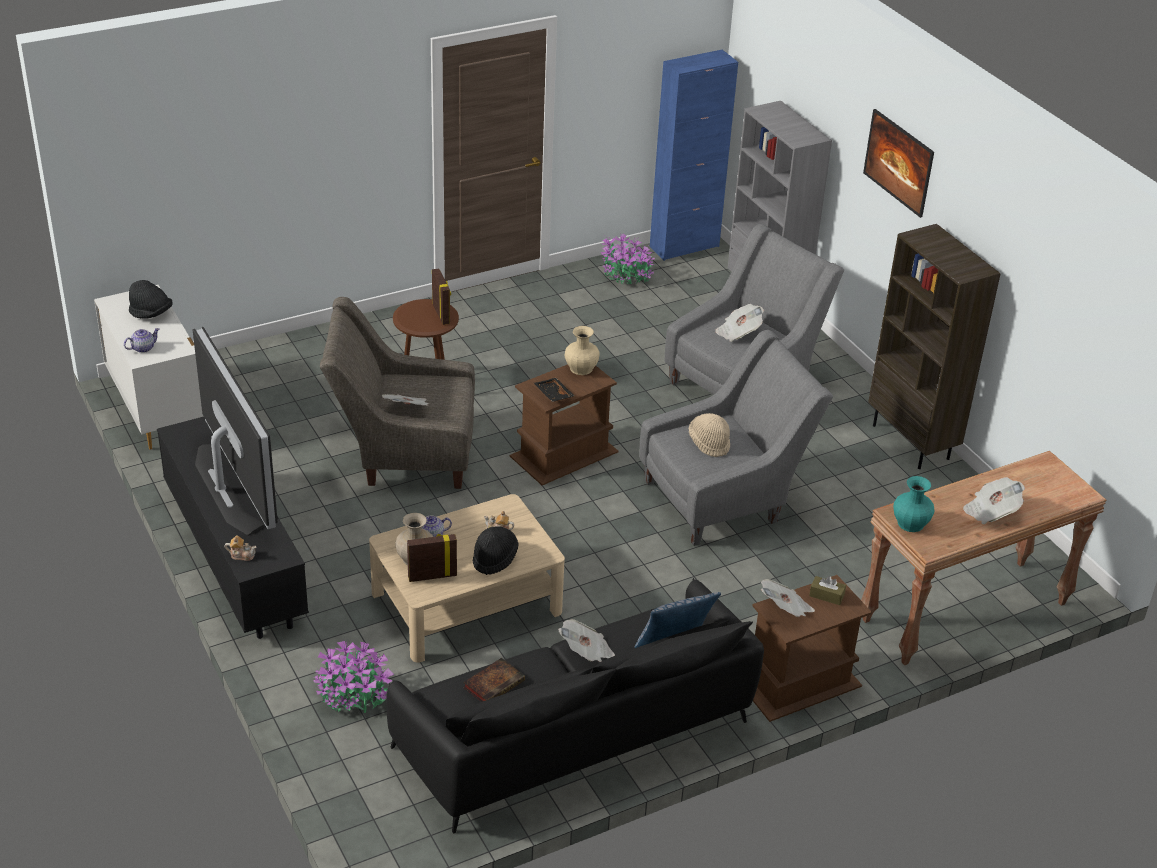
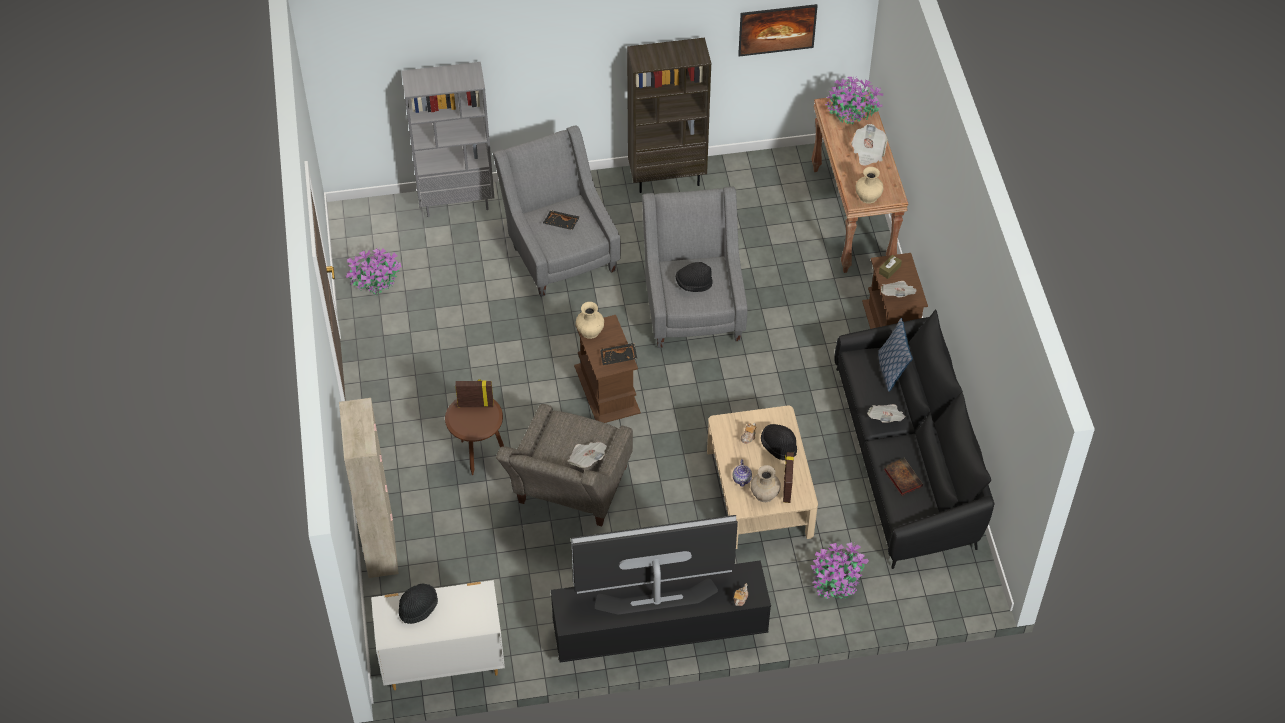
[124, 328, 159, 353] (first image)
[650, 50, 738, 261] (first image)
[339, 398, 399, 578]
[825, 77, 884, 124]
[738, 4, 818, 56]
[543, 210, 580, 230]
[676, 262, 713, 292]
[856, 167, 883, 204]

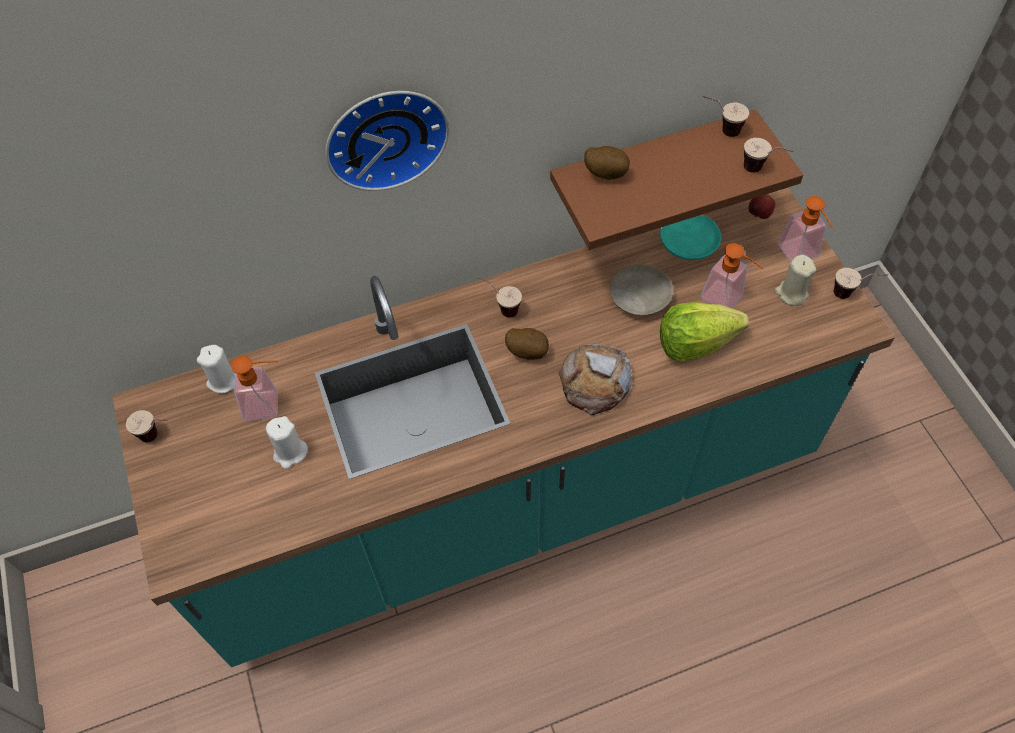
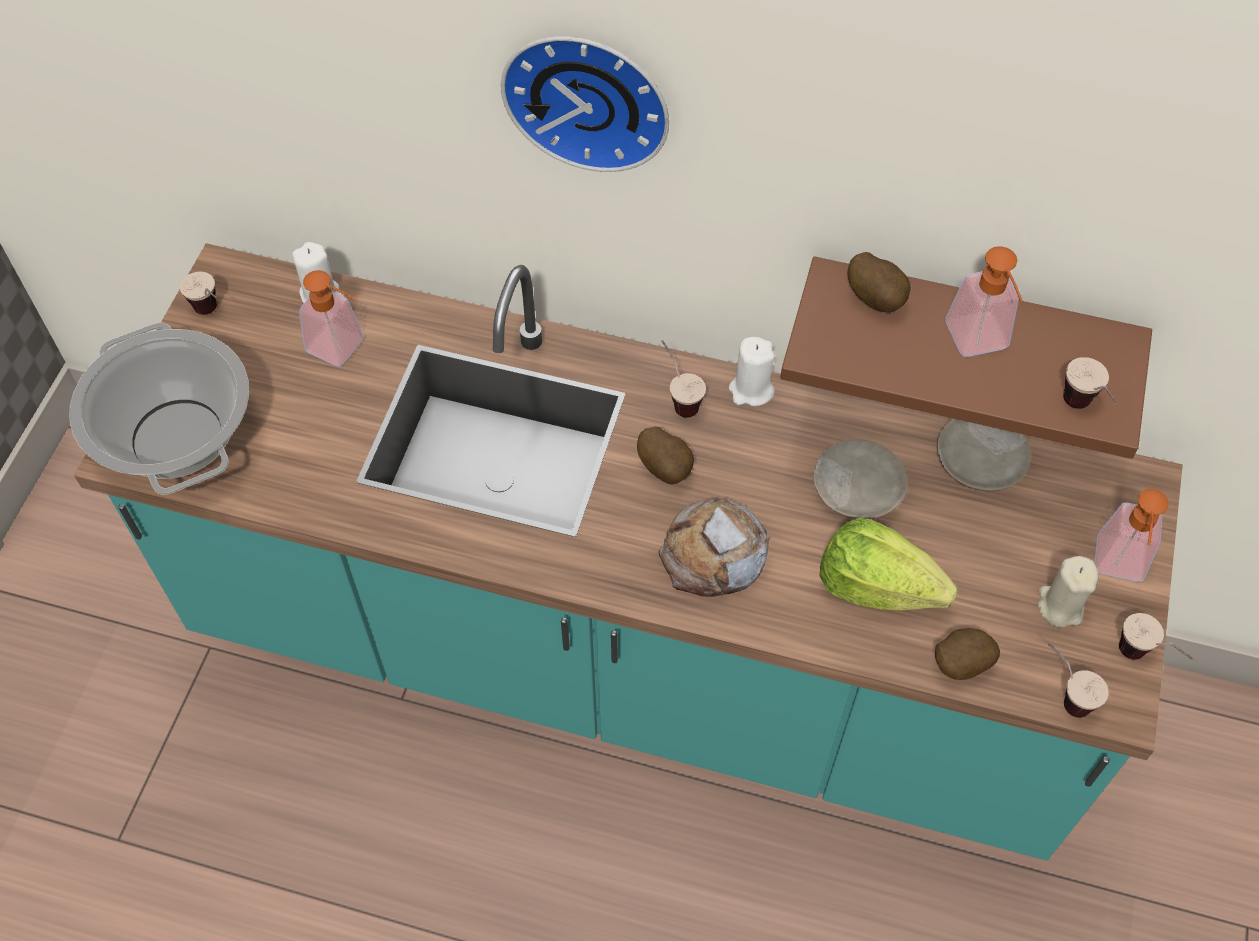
[748, 194, 775, 219] (first image)
[69, 322, 249, 495]
[935, 628, 1000, 680]
[729, 337, 775, 406]
[946, 246, 1023, 357]
[1048, 643, 1108, 718]
[937, 419, 1031, 491]

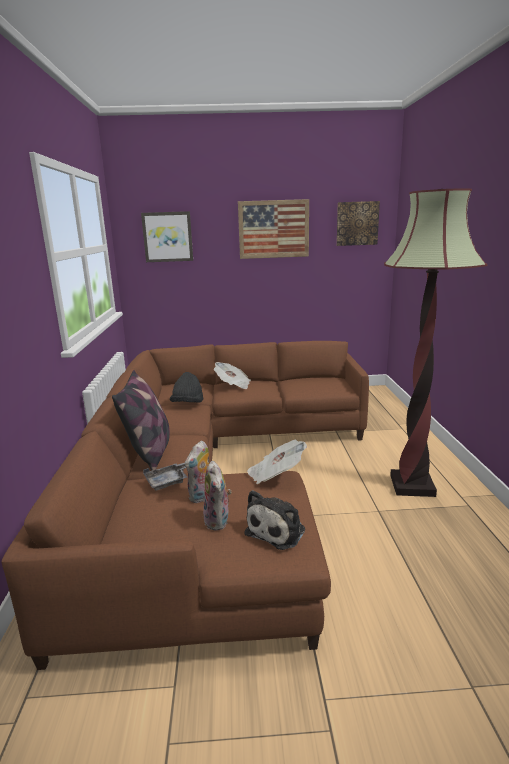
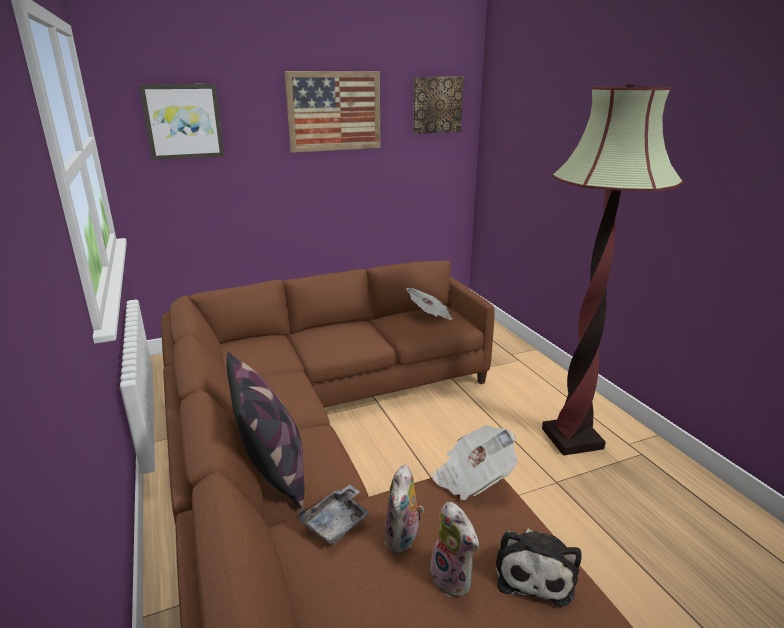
[170, 372, 203, 403] (first image)
[406, 288, 453, 320]

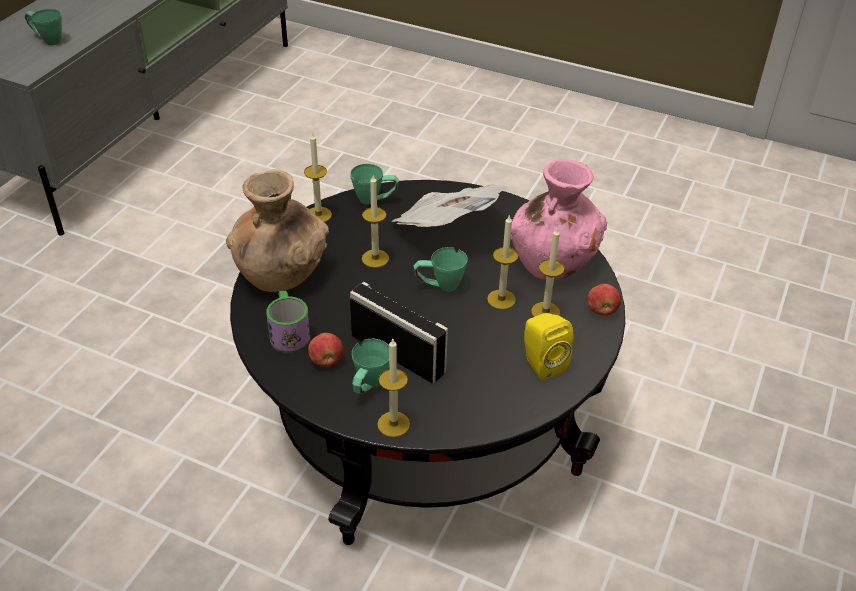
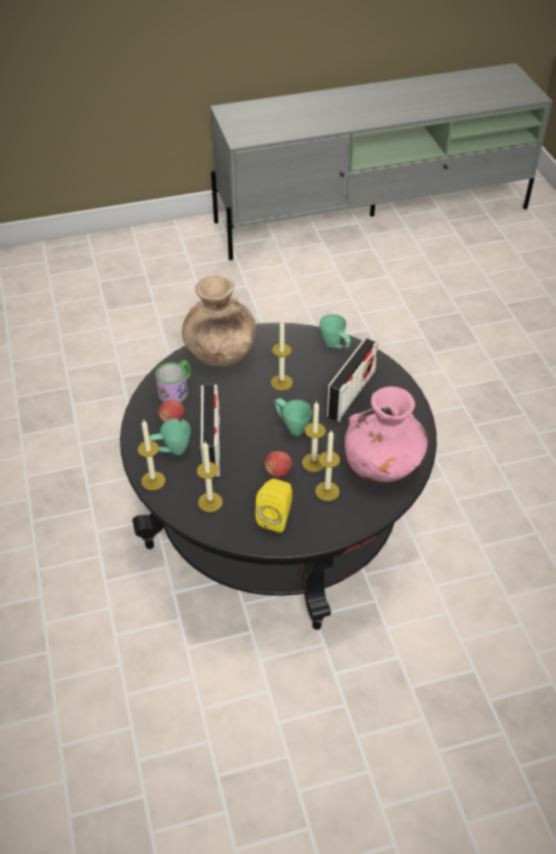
[25, 9, 62, 45] (first image)
[197, 442, 223, 512]
[264, 451, 292, 477]
[326, 338, 378, 422]

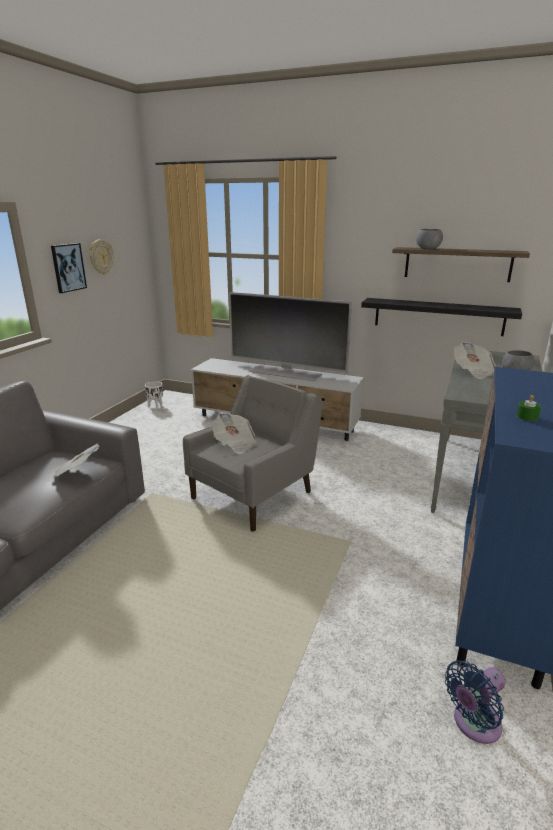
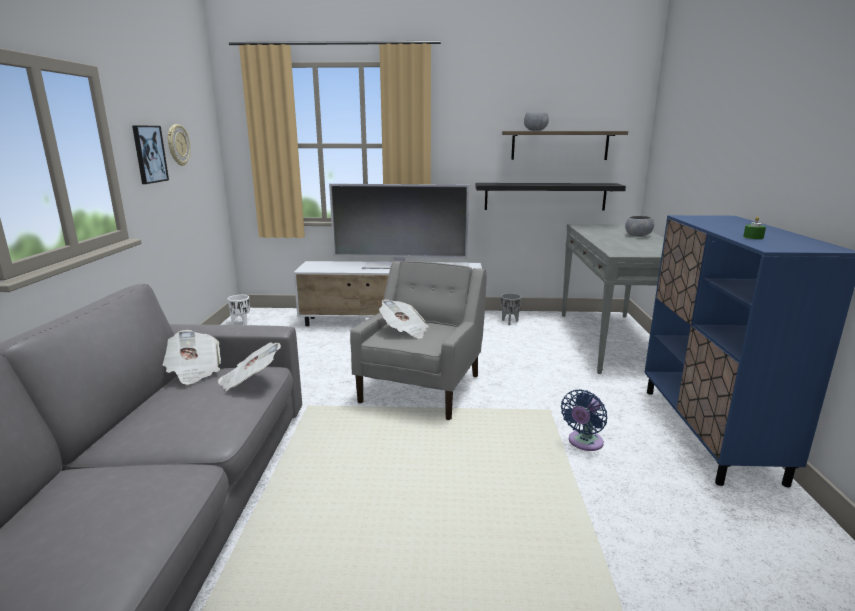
[501, 293, 521, 325]
[561, 389, 607, 451]
[163, 330, 221, 385]

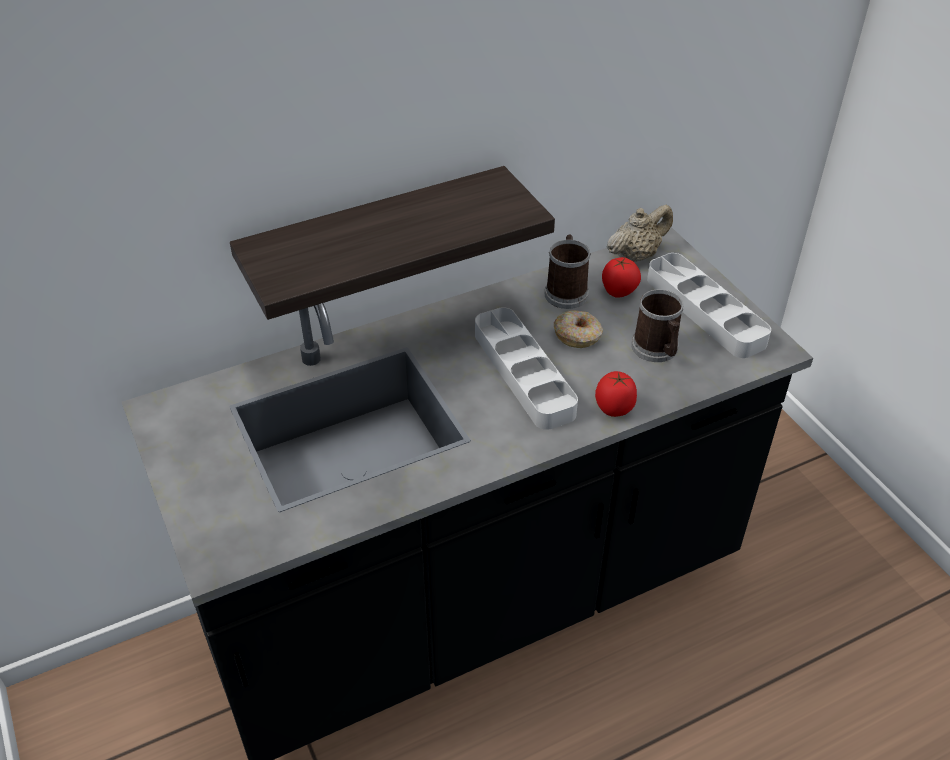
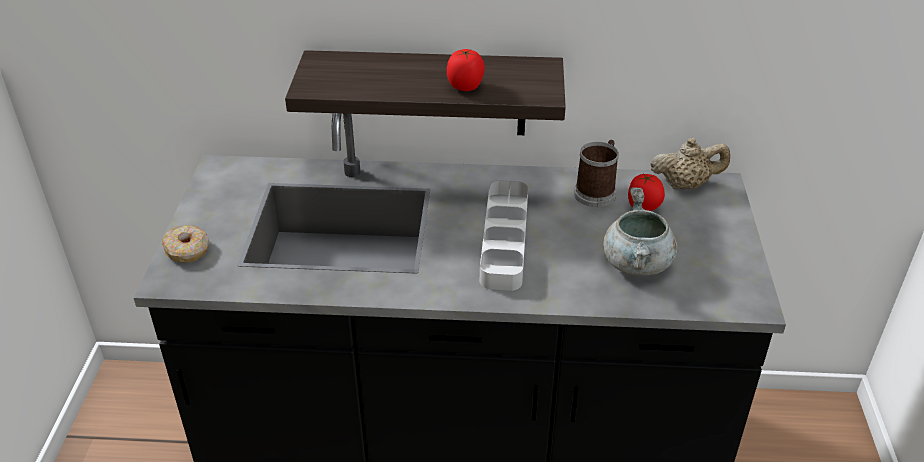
[647, 253, 771, 358] (first image)
[162, 225, 209, 262]
[447, 49, 485, 91]
[603, 187, 678, 276]

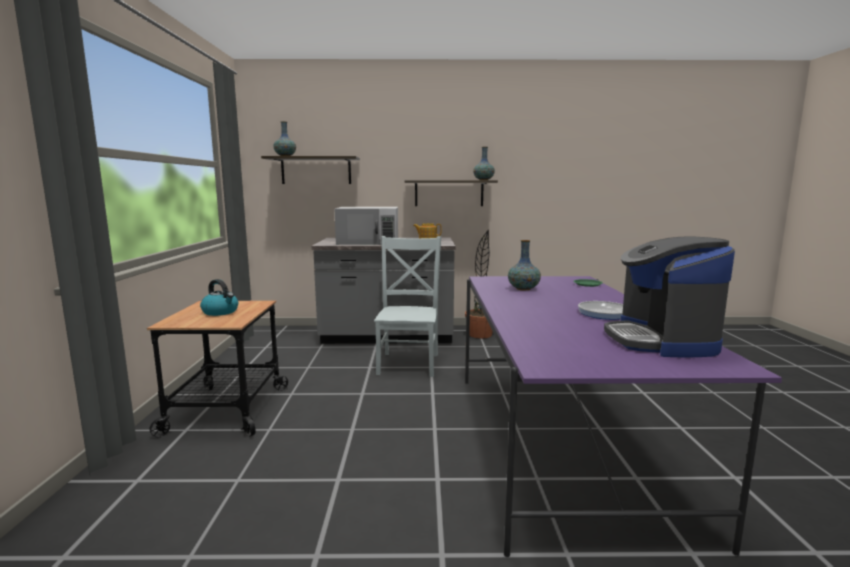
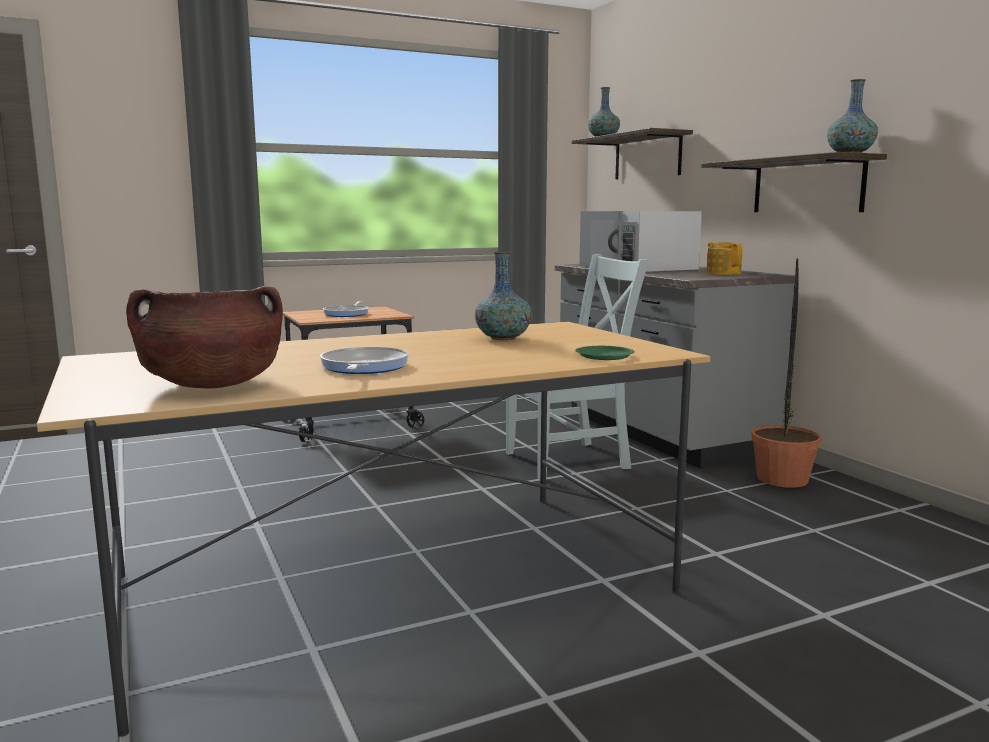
[323, 301, 369, 317]
[126, 286, 283, 388]
[37, 322, 711, 737]

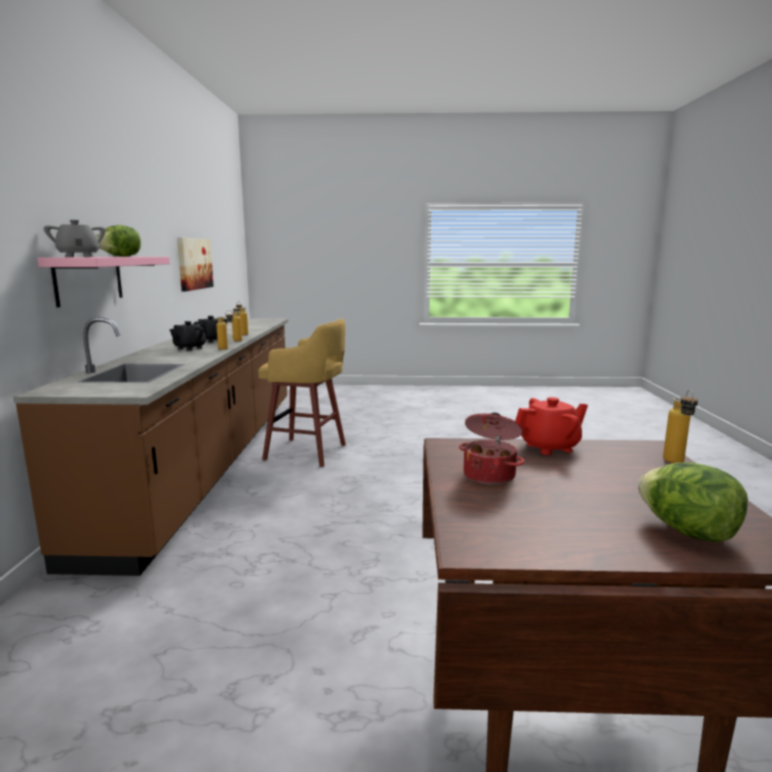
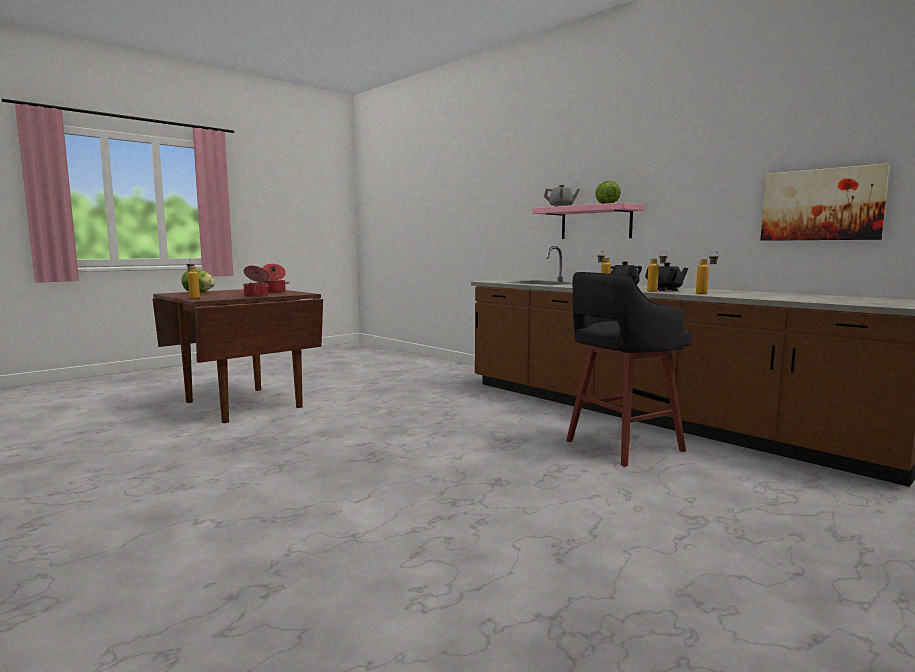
[243, 265, 269, 297]
[566, 272, 691, 467]

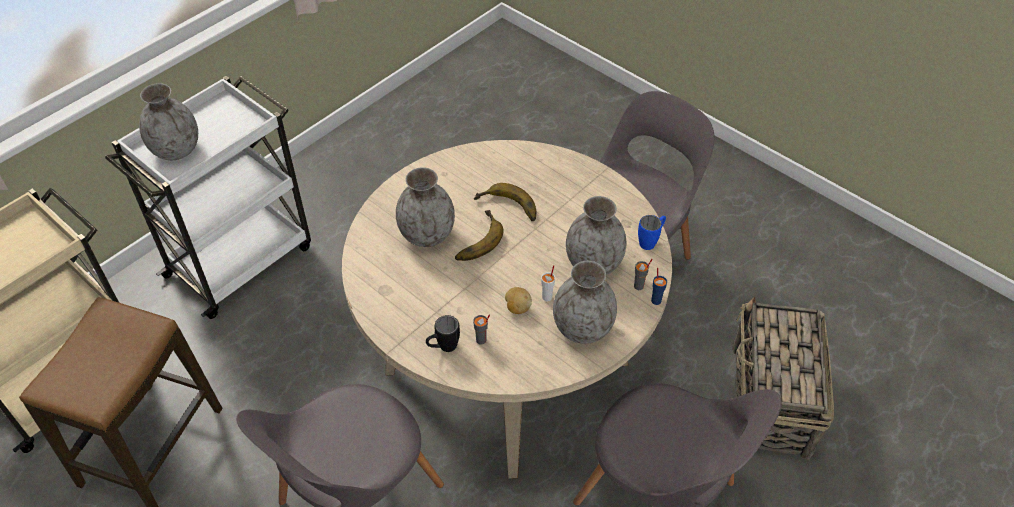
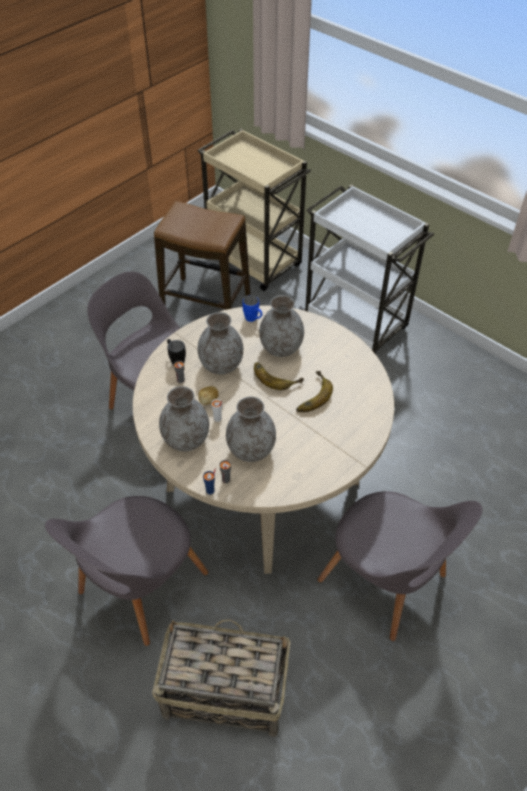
[198, 312, 243, 374]
[242, 295, 262, 322]

